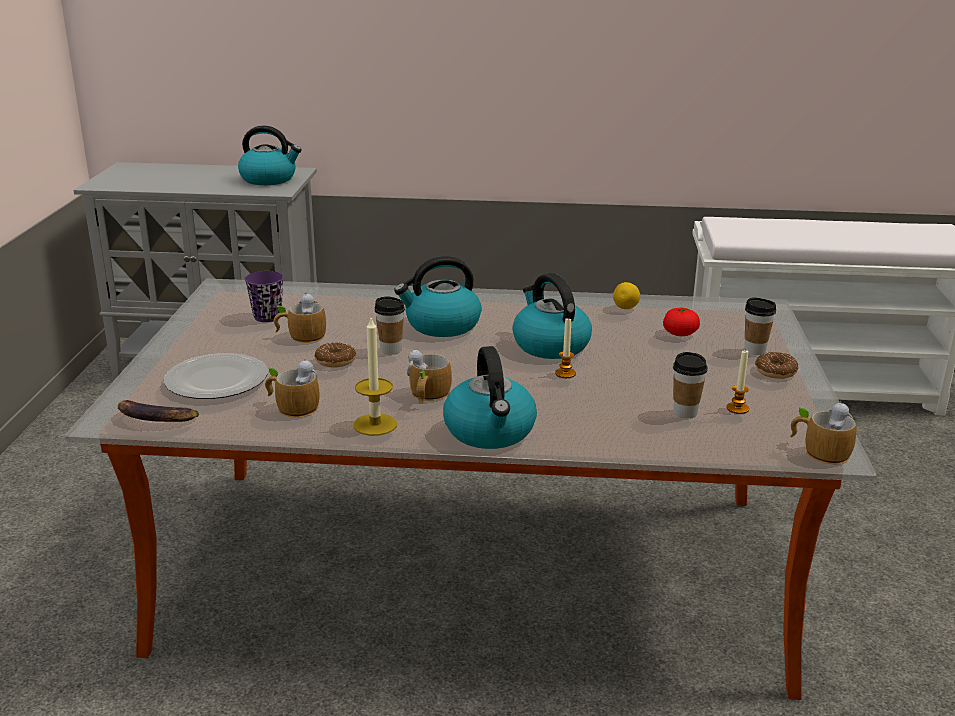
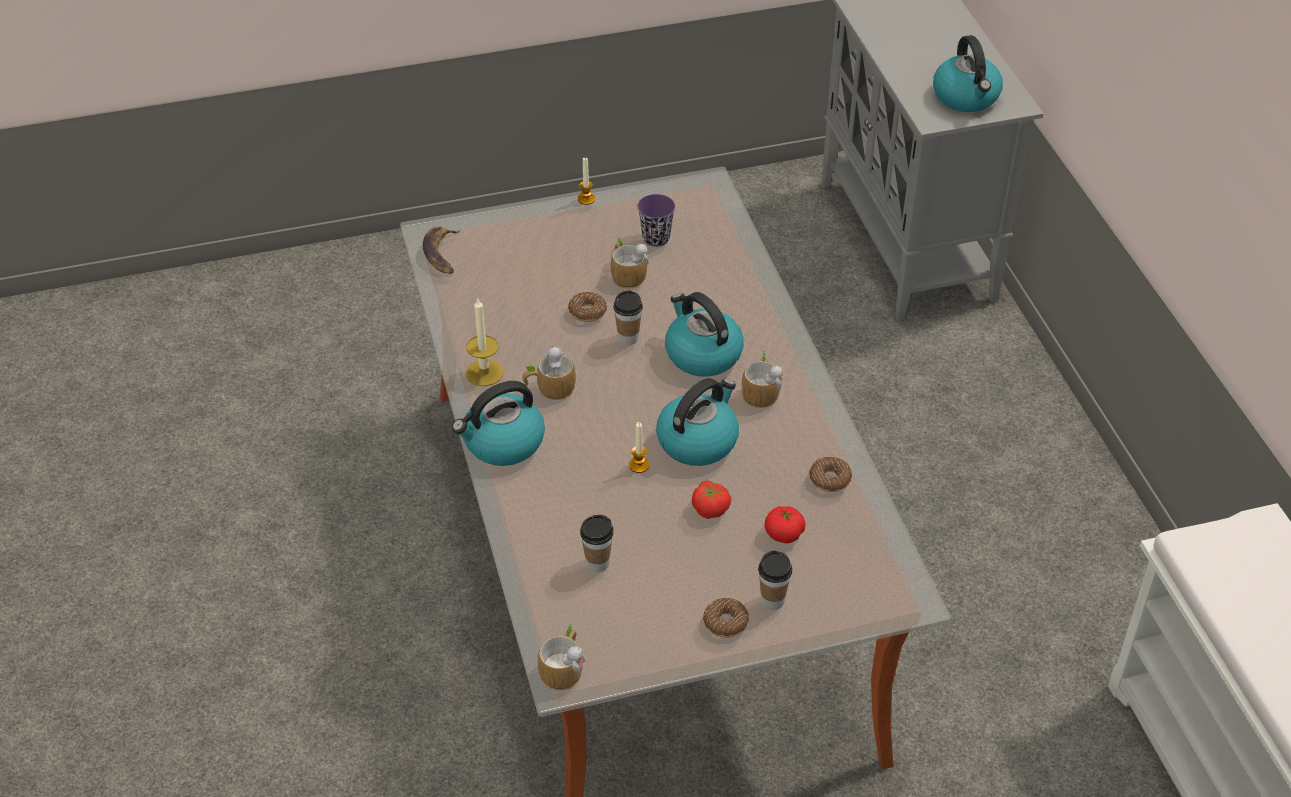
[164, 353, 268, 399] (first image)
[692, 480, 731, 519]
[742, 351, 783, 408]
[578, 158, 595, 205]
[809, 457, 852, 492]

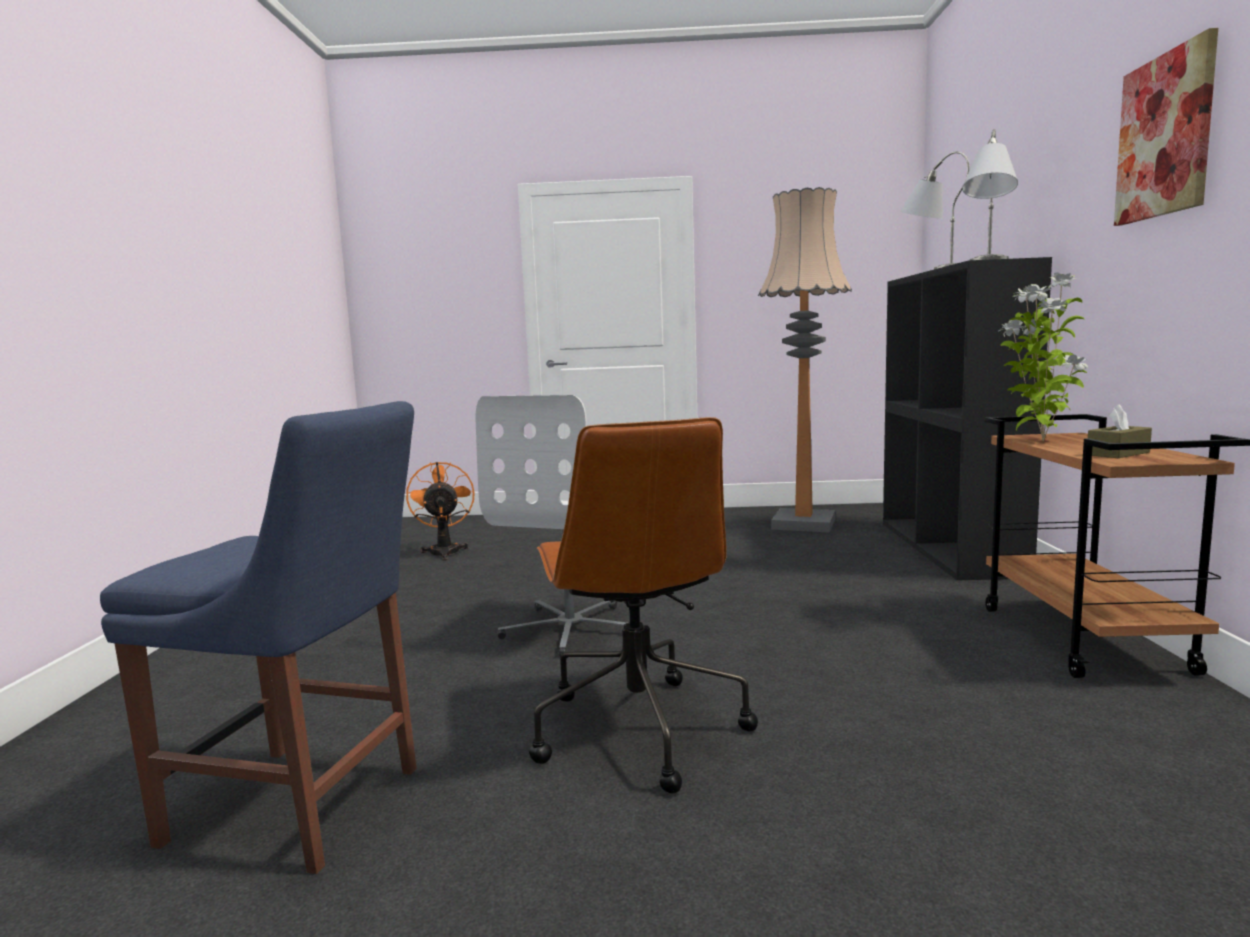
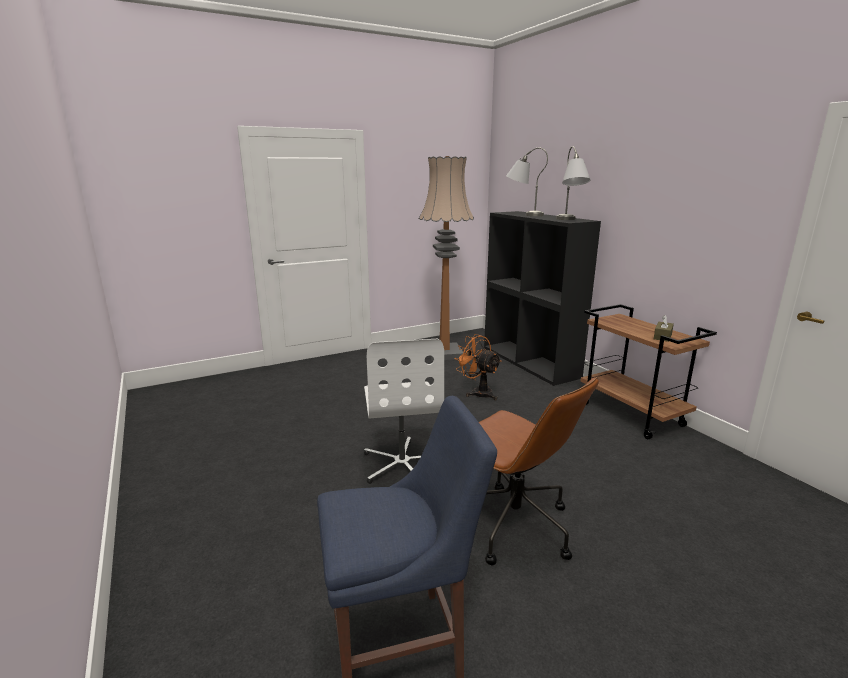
[999, 273, 1088, 441] (first image)
[1114, 28, 1218, 226] (first image)
[454, 334, 502, 400]

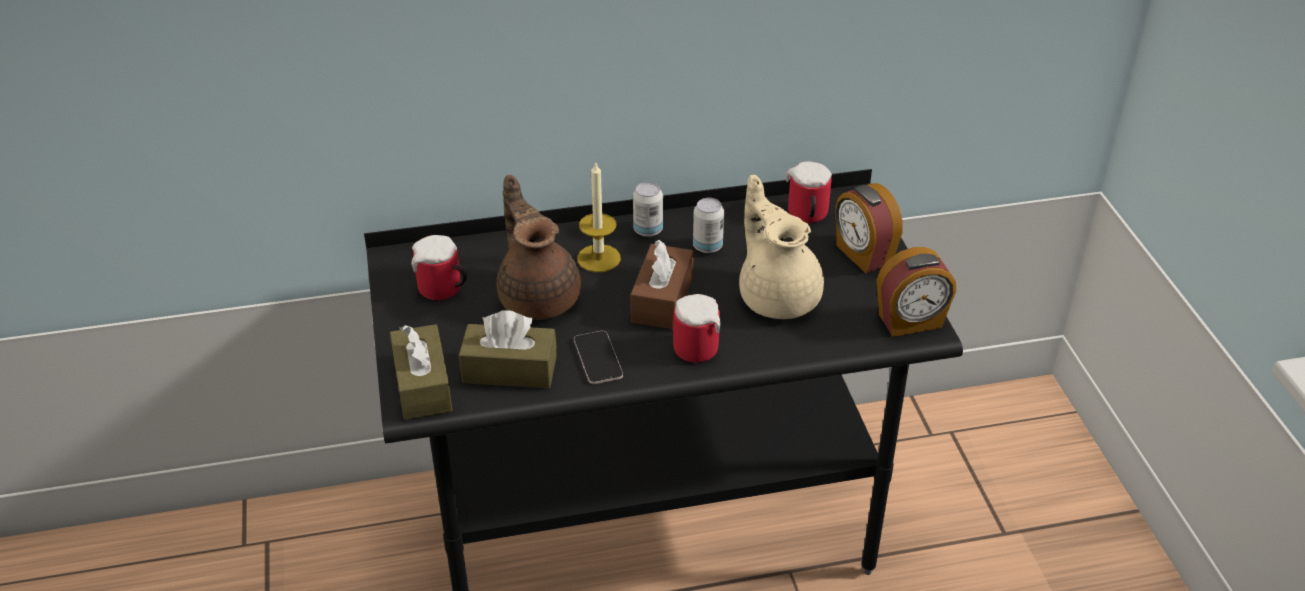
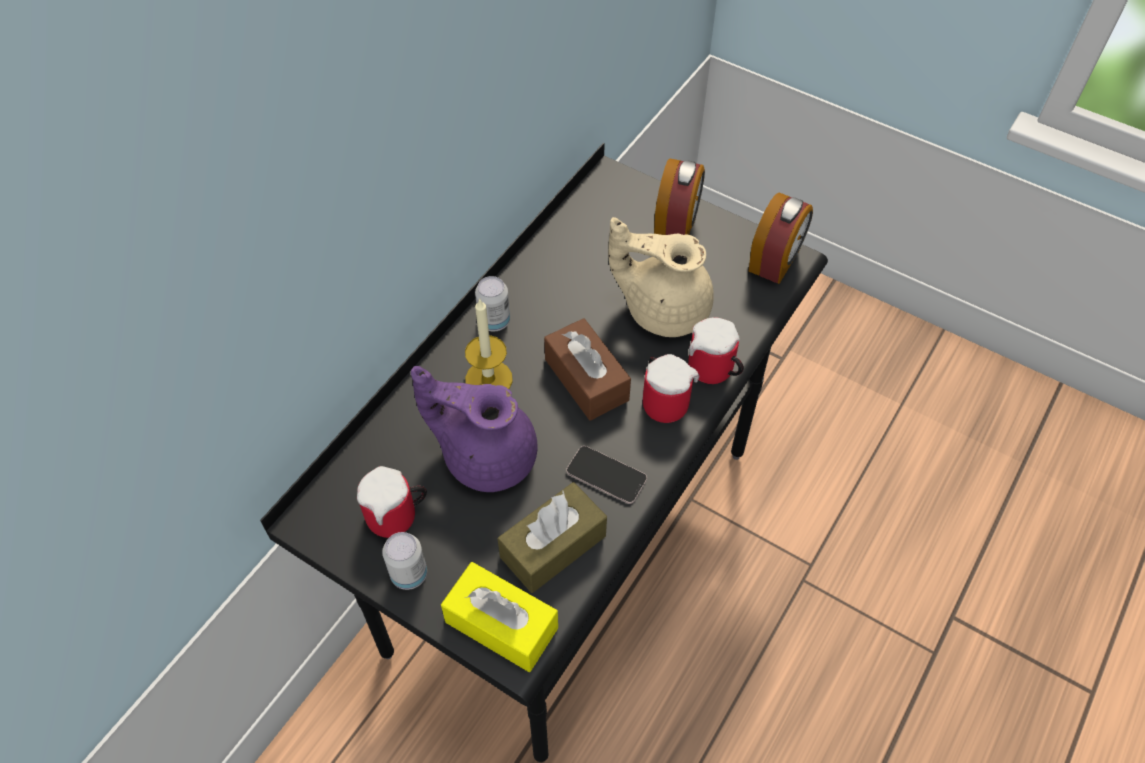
[383, 532, 427, 590]
[688, 317, 744, 384]
[441, 562, 558, 672]
[411, 366, 537, 492]
[654, 158, 705, 235]

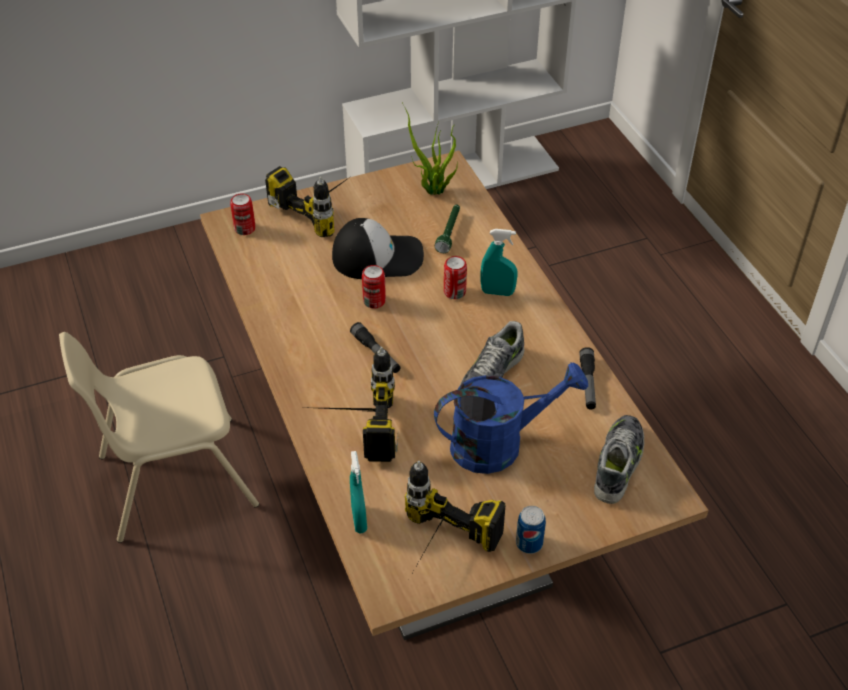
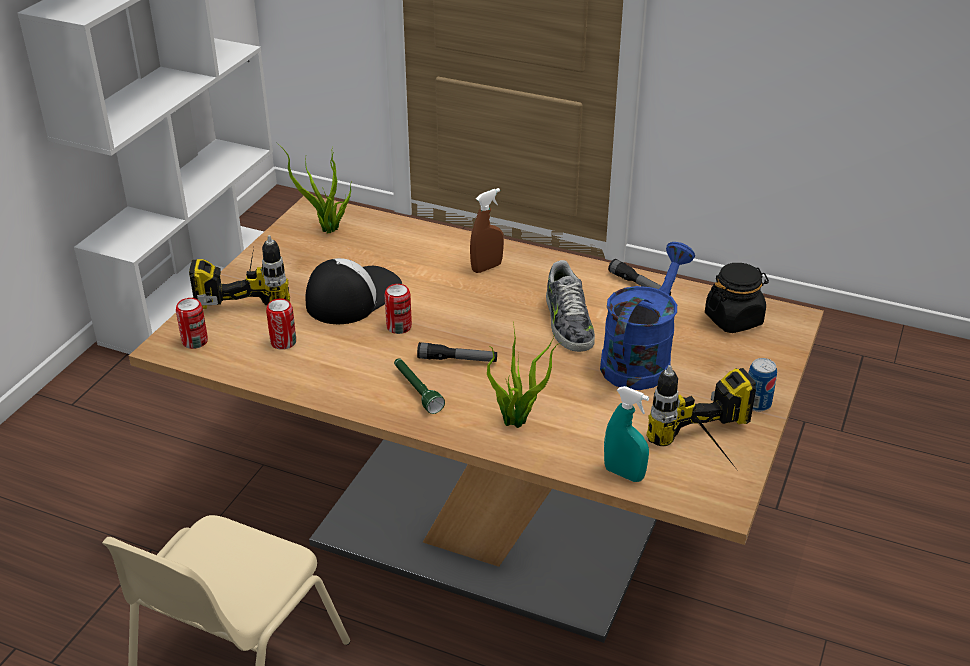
[394, 358, 445, 414]
[266, 299, 296, 350]
[487, 321, 560, 428]
[705, 263, 769, 333]
[470, 188, 504, 273]

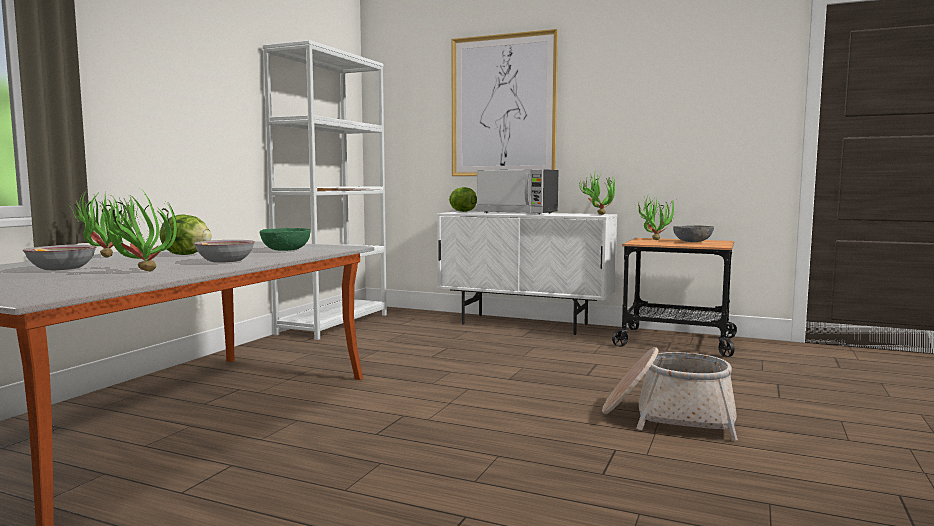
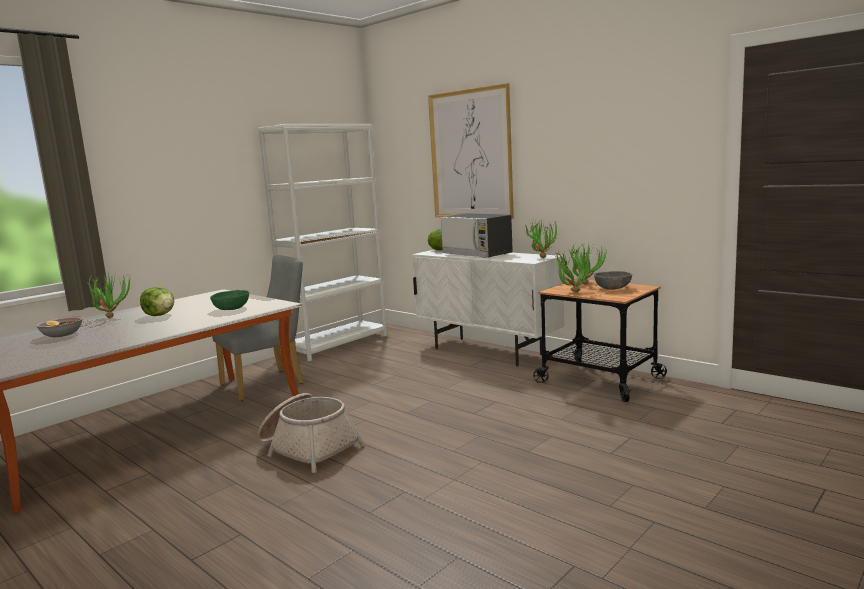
[194, 240, 255, 263] (first image)
[212, 255, 304, 401]
[552, 249, 590, 292]
[258, 393, 365, 473]

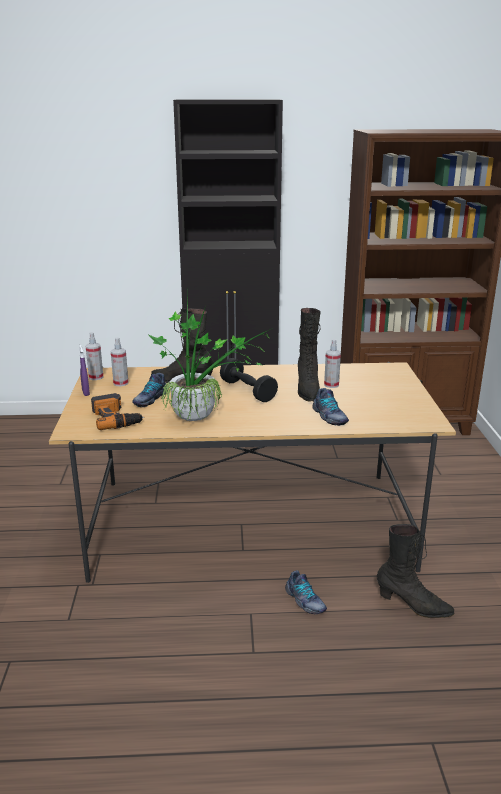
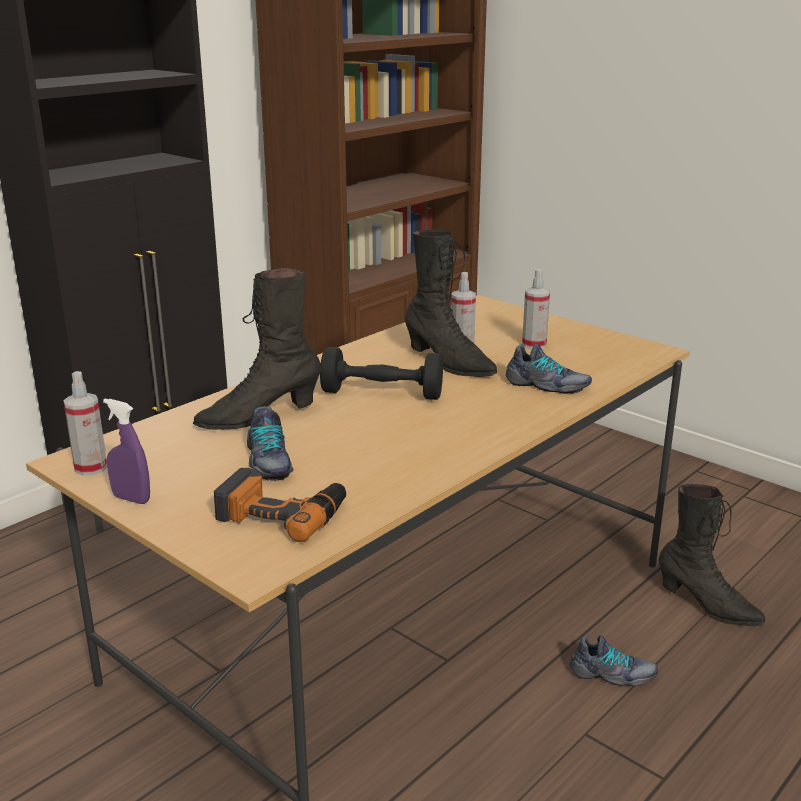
[149, 292, 269, 421] (first image)
[522, 269, 550, 349]
[659, 484, 765, 626]

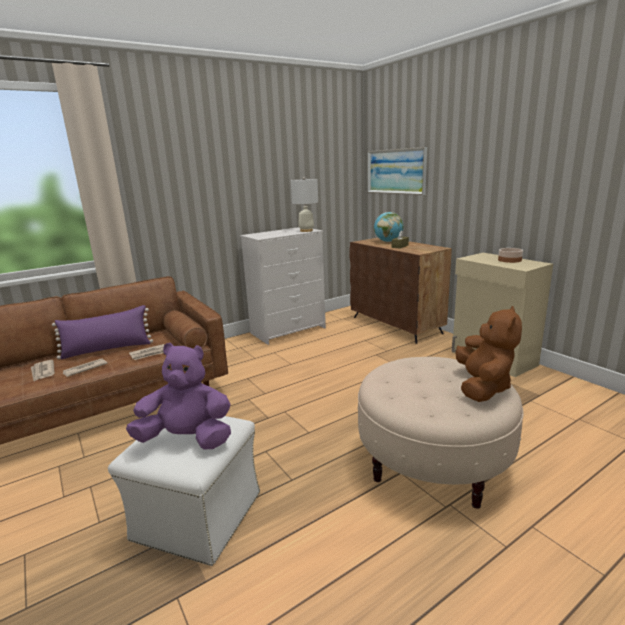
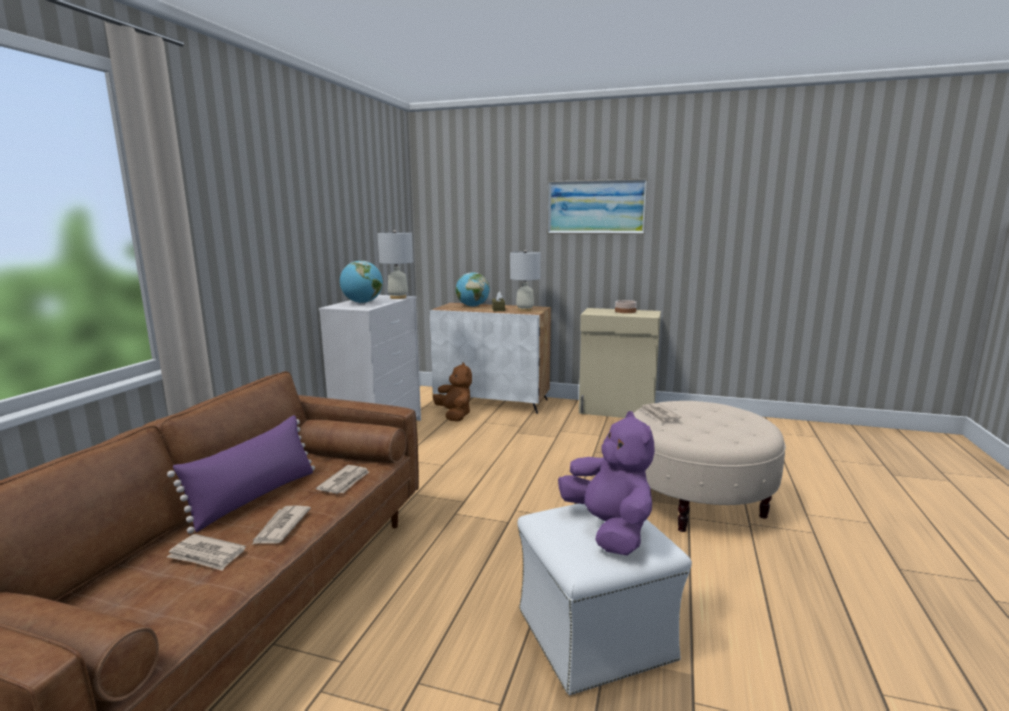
[340, 261, 383, 303]
[510, 250, 541, 312]
[641, 403, 681, 423]
[547, 179, 648, 234]
[433, 362, 472, 422]
[430, 303, 551, 414]
[558, 411, 655, 555]

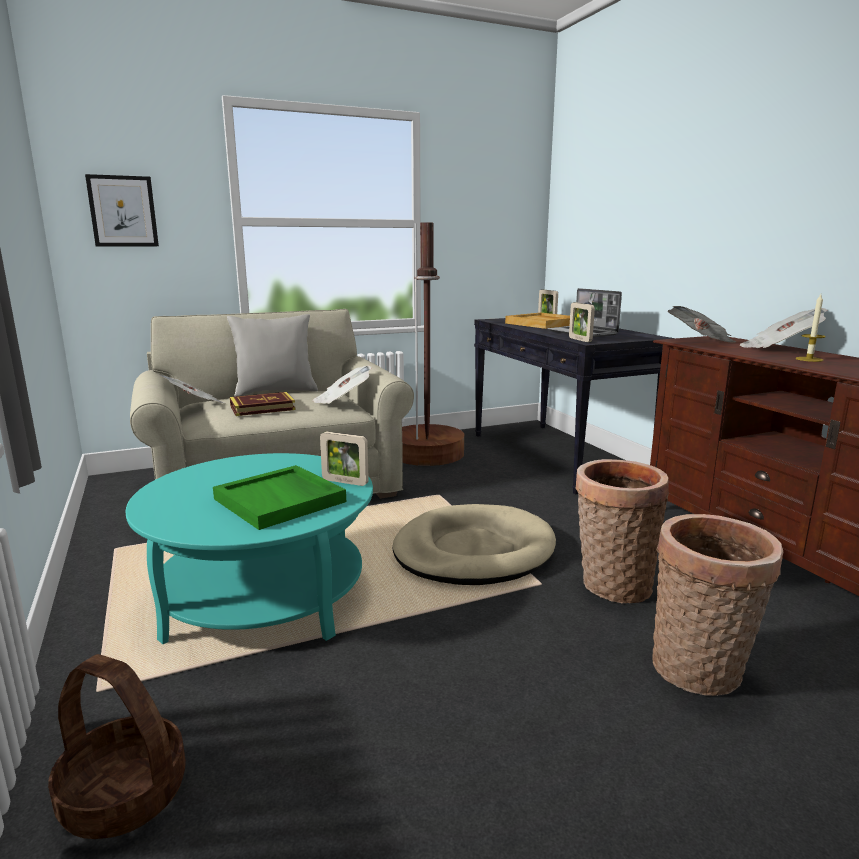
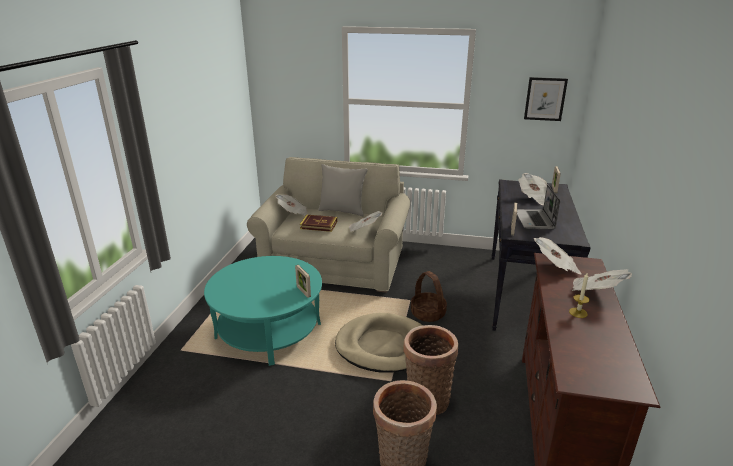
[213, 465, 346, 530] (first image)
[402, 222, 464, 466] (first image)
[411, 271, 447, 322]
[524, 77, 568, 121]
[518, 173, 547, 205]

